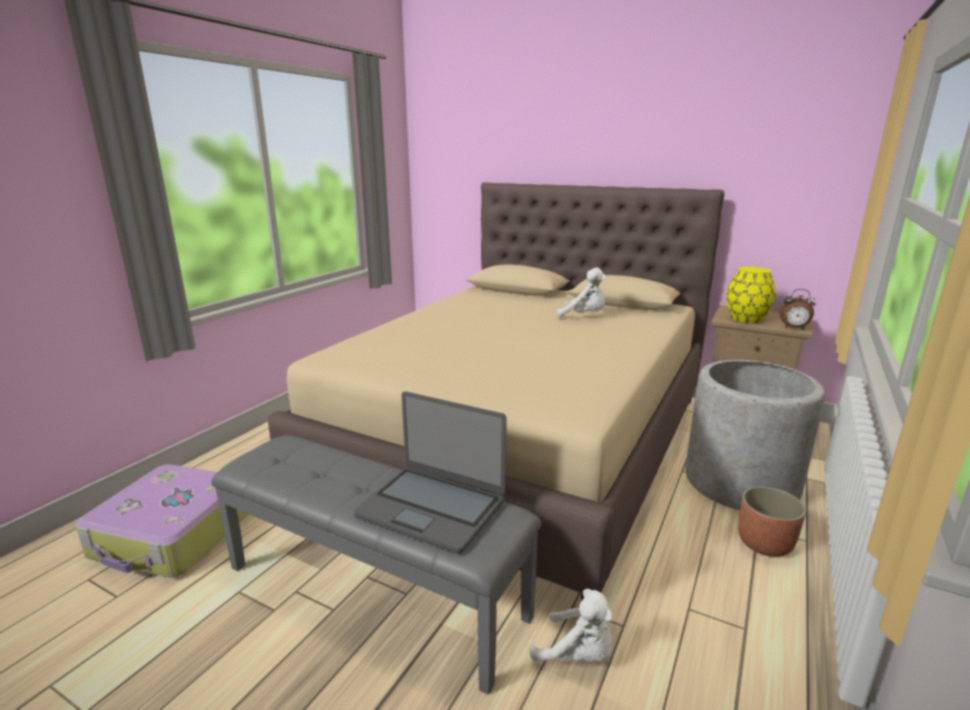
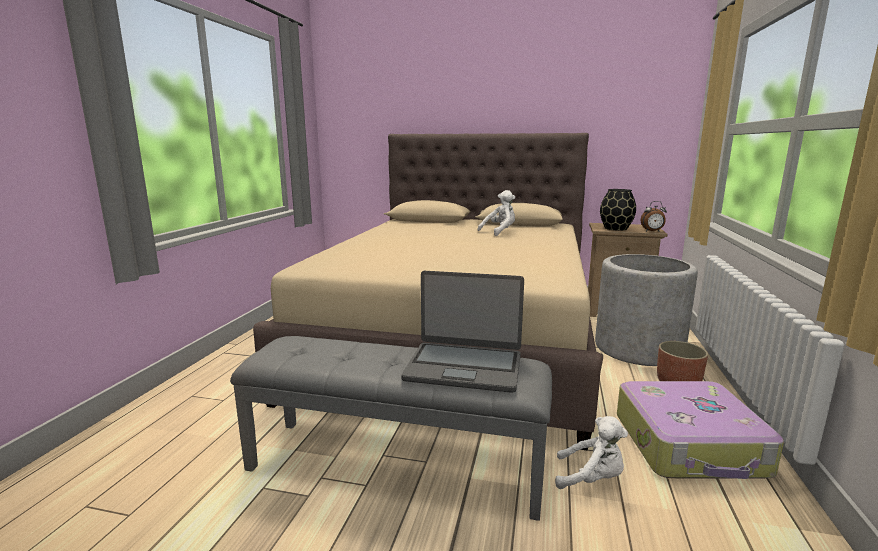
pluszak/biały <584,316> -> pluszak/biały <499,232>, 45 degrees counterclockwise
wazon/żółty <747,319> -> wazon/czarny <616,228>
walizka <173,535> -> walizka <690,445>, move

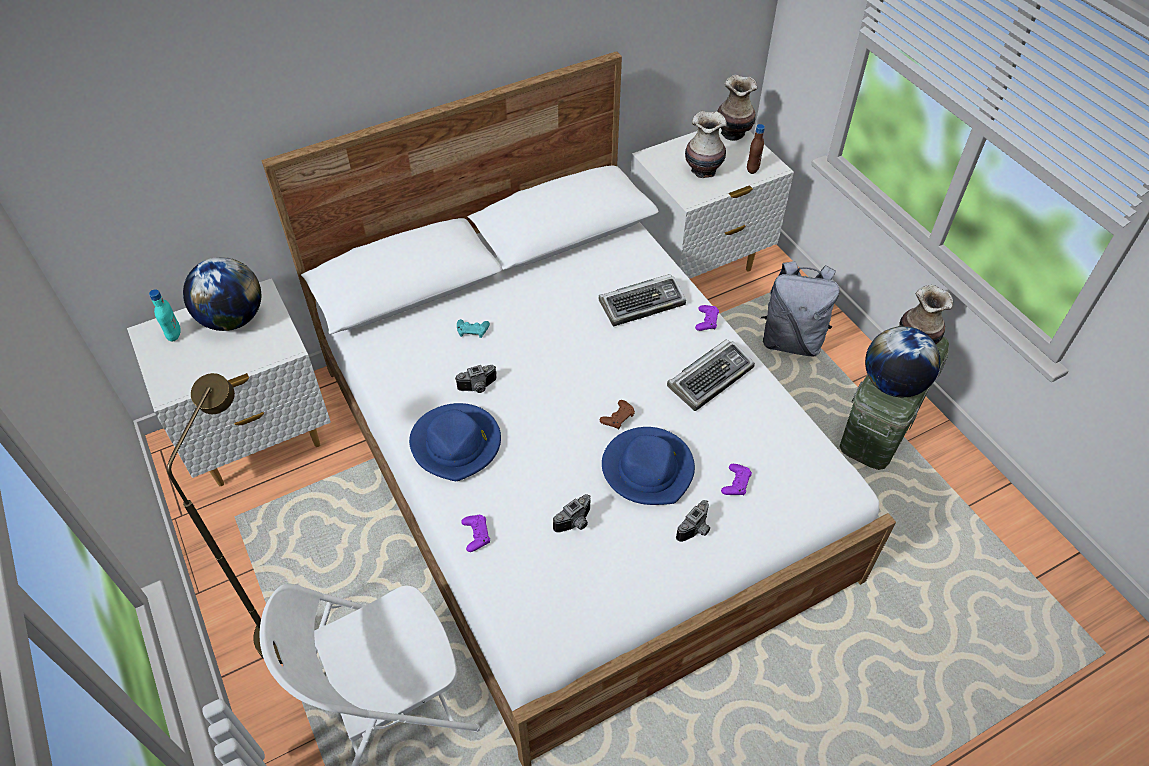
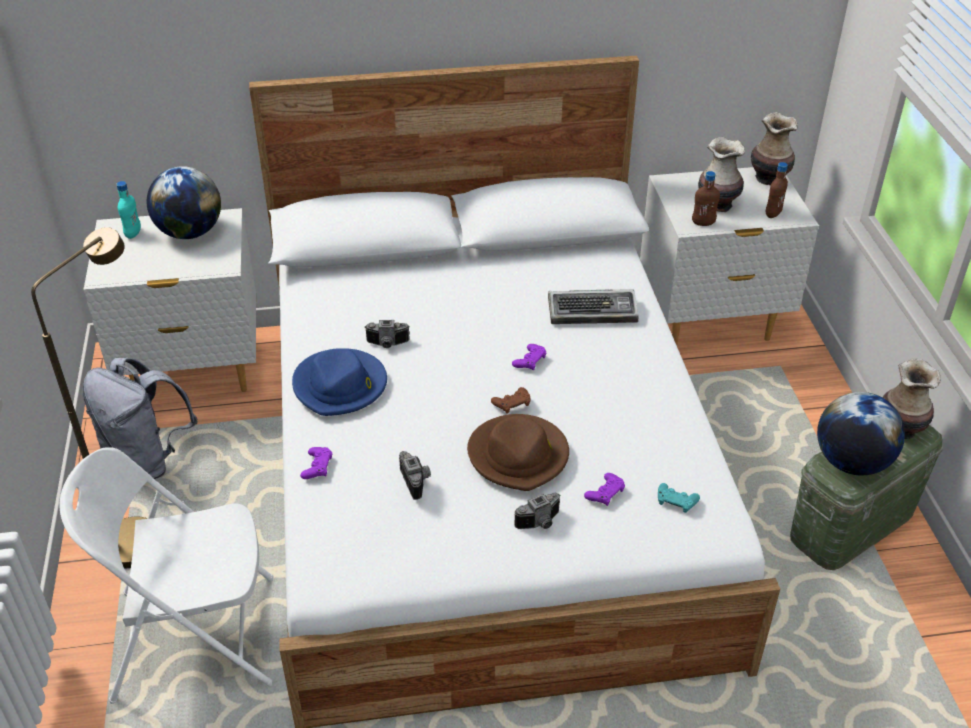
plecak/szary <791,340> -> plecak/szary <148,458>, move
aparat fotograficzny <576,523> -> aparat fotograficzny <417,481>, 90 degrees counterclockwise
kapelusz/niebieski <648,468> -> kapelusz/brązowy <519,455>
pad do gier/fioletowy <706,321> -> pad do gier/fioletowy <530,361>, move
pad do gier/turkusowy <472,330> -> pad do gier/turkusowy <676,501>, move
none -> butelka/brązowy <703,223>
klawiatura <711,378> -> none

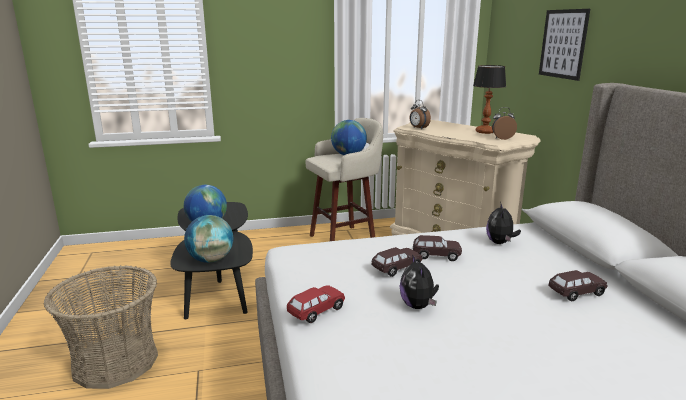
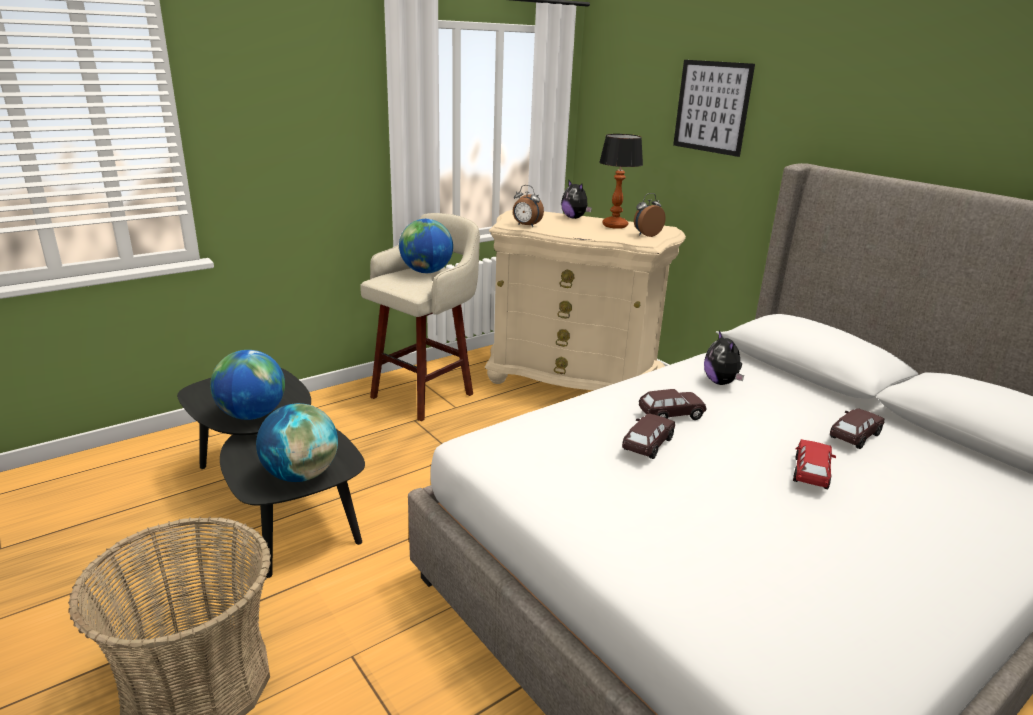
pluszak <418,306> -> pluszak <574,218>, move
samochodzik/czerwony <316,311> -> samochodzik/czerwony <811,473>, move

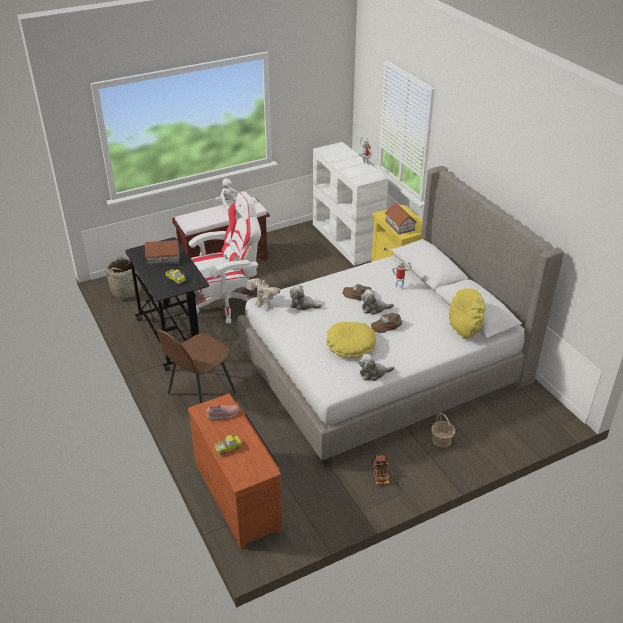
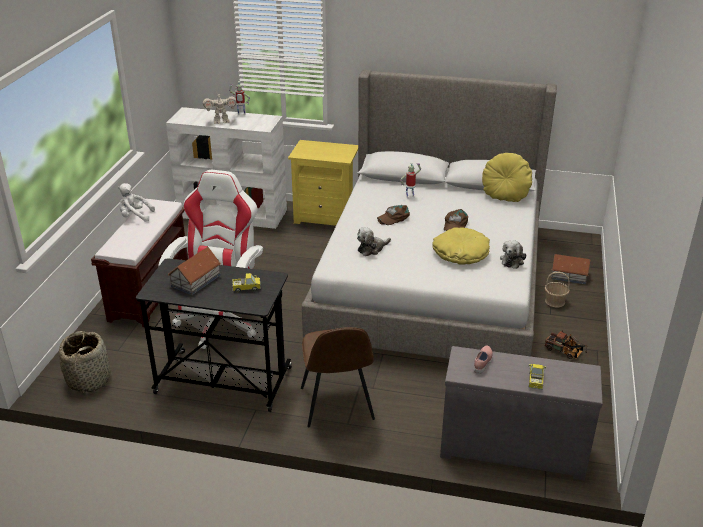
robot zabawkowy <263,304> -> robot zabawkowy <221,122>, move
komoda/brązowy <240,495> -> komoda/szary <512,447>
domek <400,225> -> domek <569,276>, move
pluszak <374,308> -> none

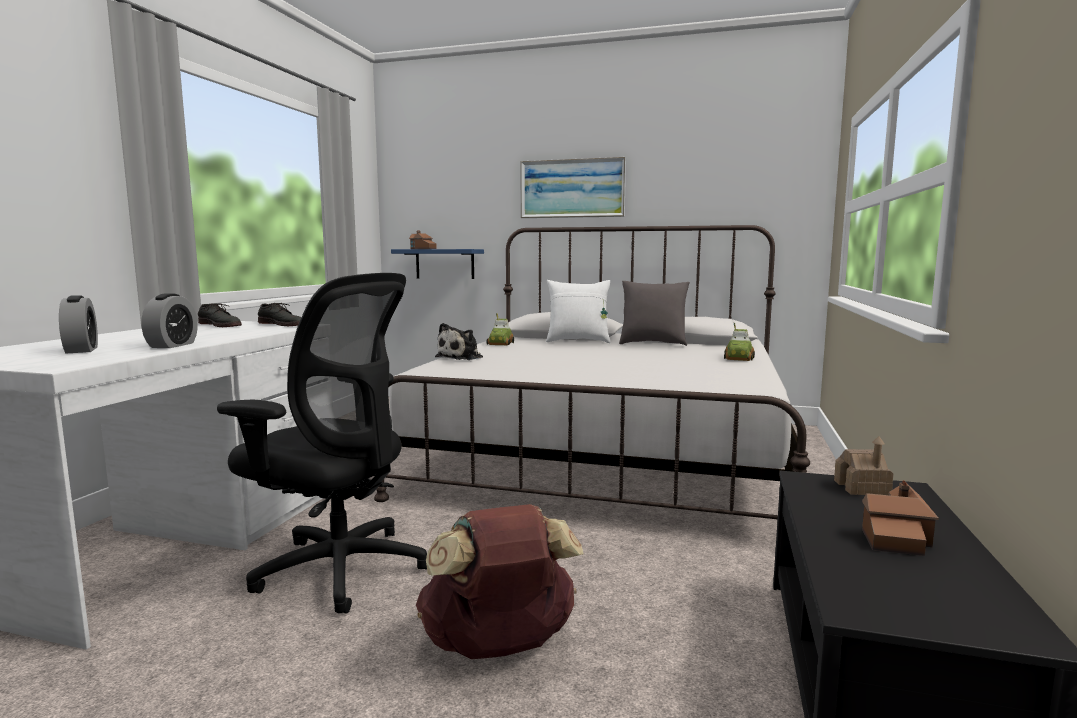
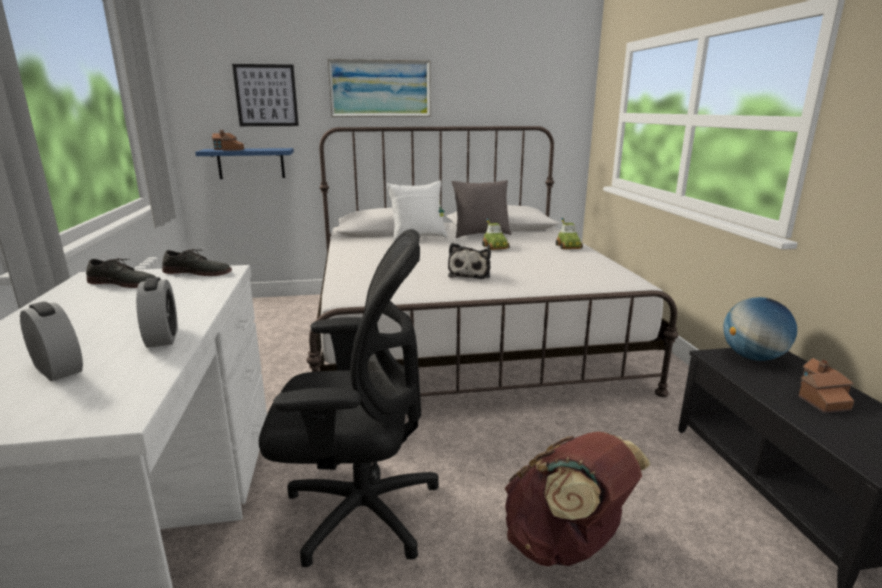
none -> obraz <266,95>
pluszak <461,357> -> pluszak <470,274>, move
samochodzik <500,344> -> samochodzik <496,247>, move
domek <862,488> -> globus <752,357>

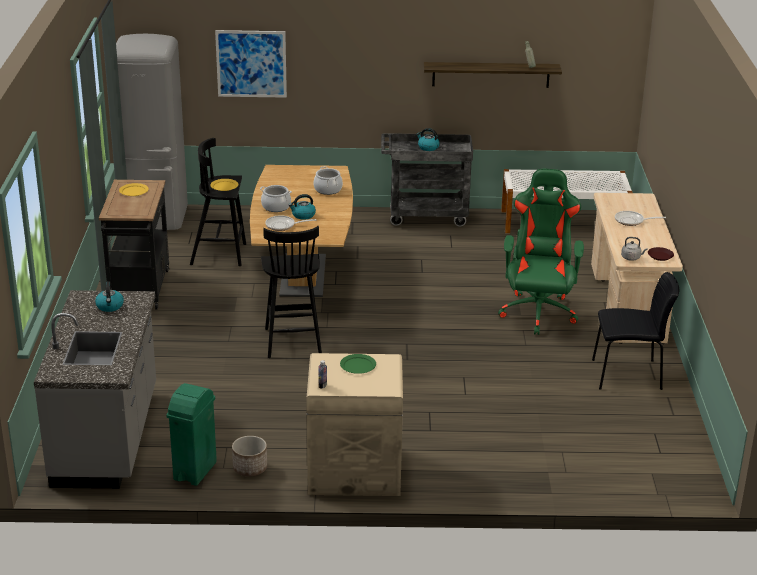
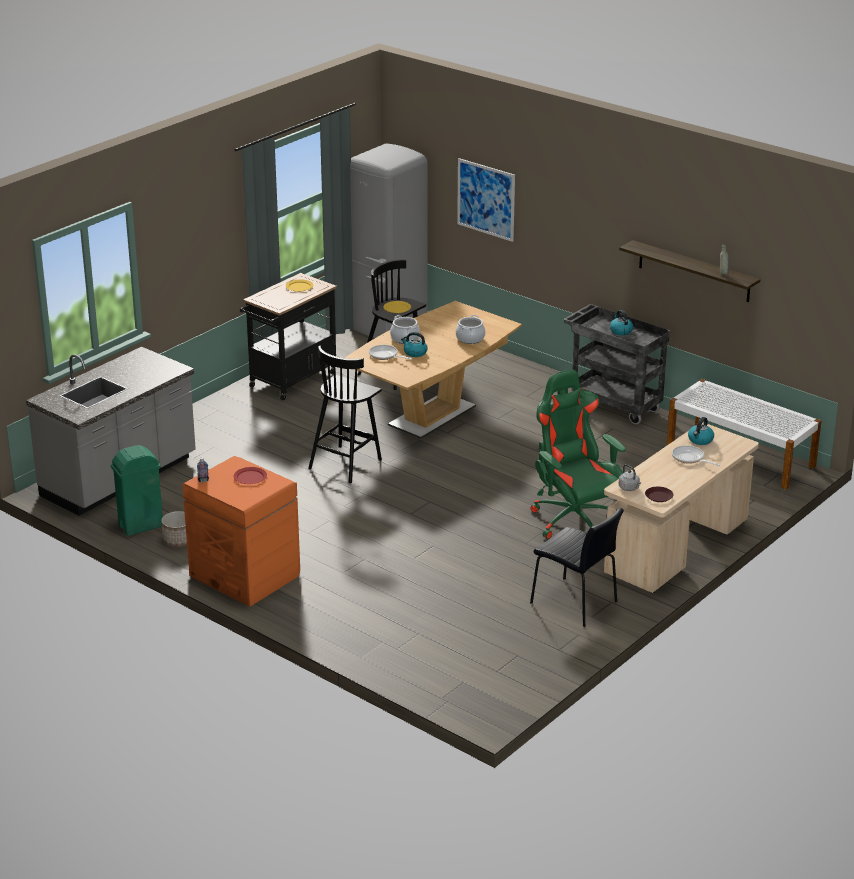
pralka/beżowy <353,469> -> pralka/pomarańczowy <246,573>
talerz/zielony <358,365> -> talerz/czerwony <250,477>
krzesło biurowe/zielony <537,316> -> krzesło biurowe/zielony <576,525>, 75 degrees counterclockwise
czajnik <110,306> -> czajnik <700,440>, move

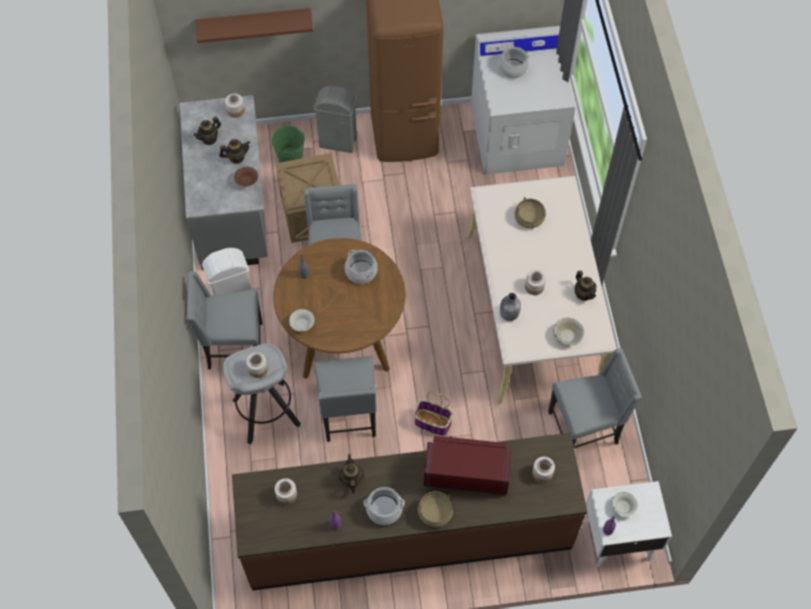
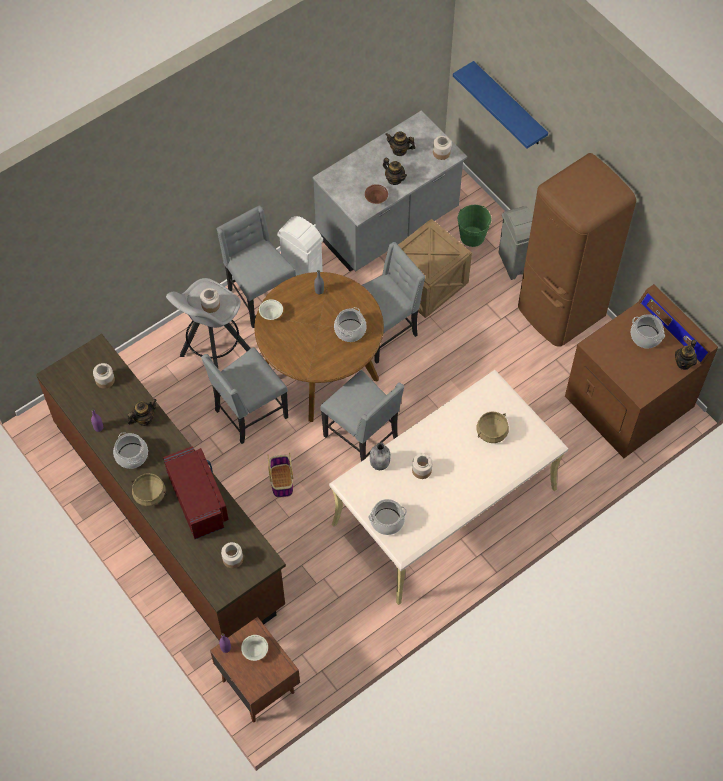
szafka nocna/biały <617,539> -> szafka nocna/brązowy <258,685>
krzesło/szary <584,428> -> krzesło/szary <362,437>, move
miska/beżowy <567,336> -> garnek <387,521>
półka/brązowy <254,23> -> półka/niebieski <509,105>
pralka/biały <517,135> -> pralka/brązowy <629,402>
imbryk <583,294> -> imbryk <684,363>, move

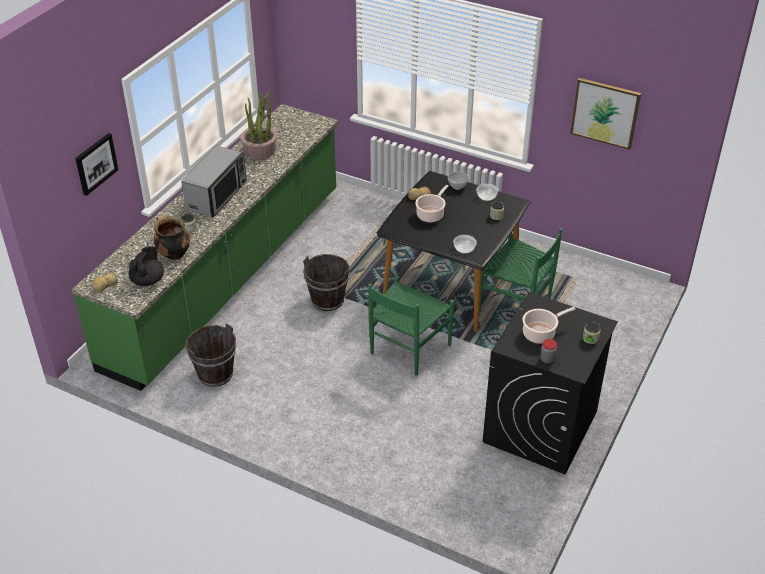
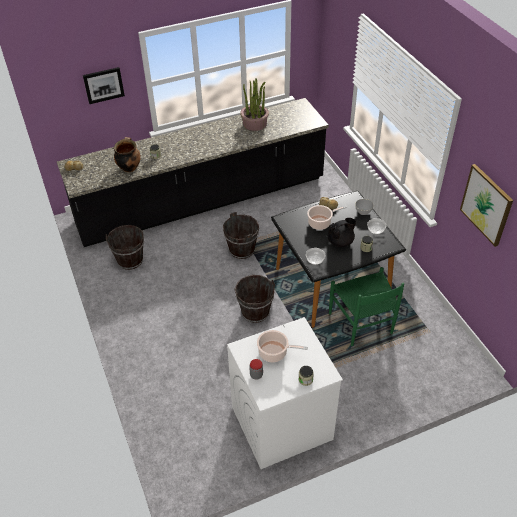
zabudowa kuchenna/zielony <228,276> -> zabudowa kuchenna/czarny <202,202>
pralka/czarny <540,427> -> pralka/biały <281,423>
krzesło/zielony <408,349> -> wiadro/brązowy <255,312>
imbryk/czarny <148,280> -> imbryk/czarny <341,242>, move
mikrofalówka <217,196> -> none

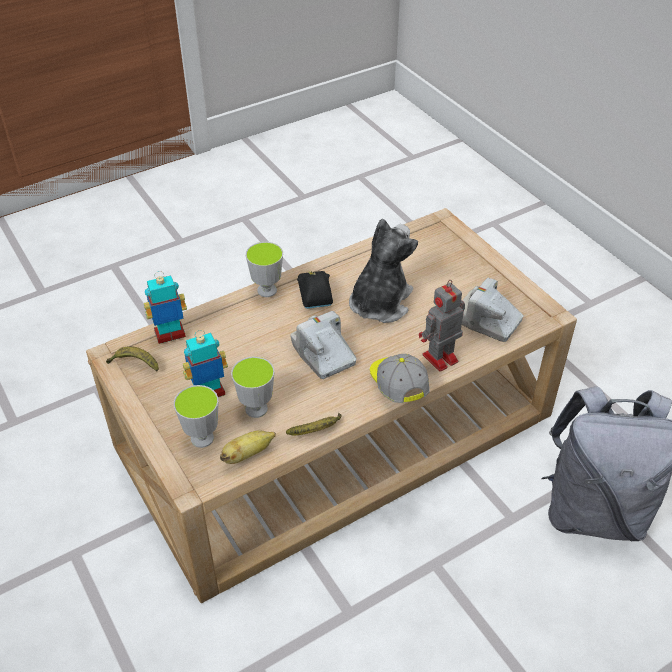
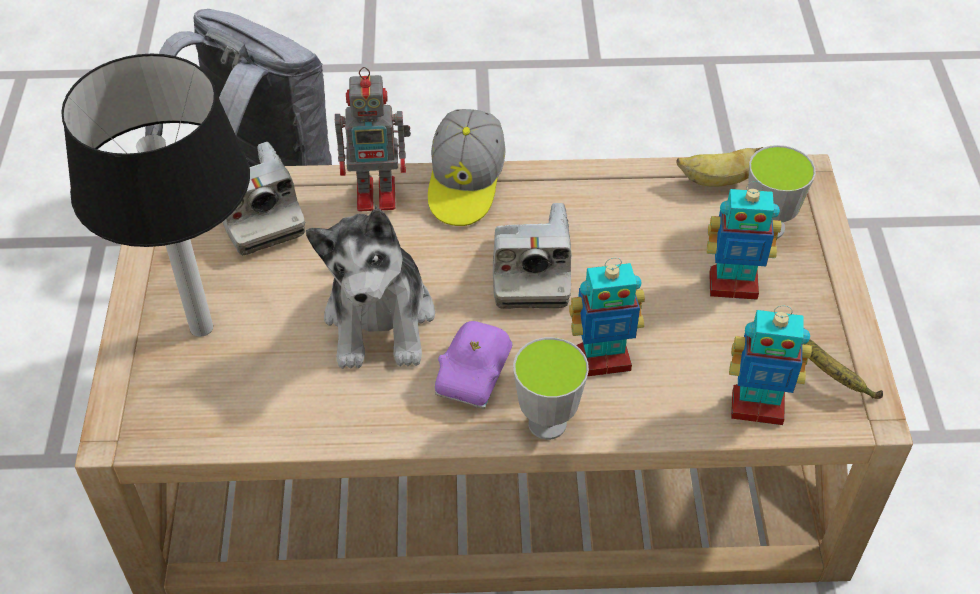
none -> lampa stołowa <203,327>
pluszak <379,303> -> pluszak <380,319>, 60 degrees counterclockwise
samochodzik/czarny <314,296> -> samochodzik/fioletowy <475,375>
none -> robot zabawkowy <602,359>
filiżanka <256,409> -> none
banan <316,430> -> none

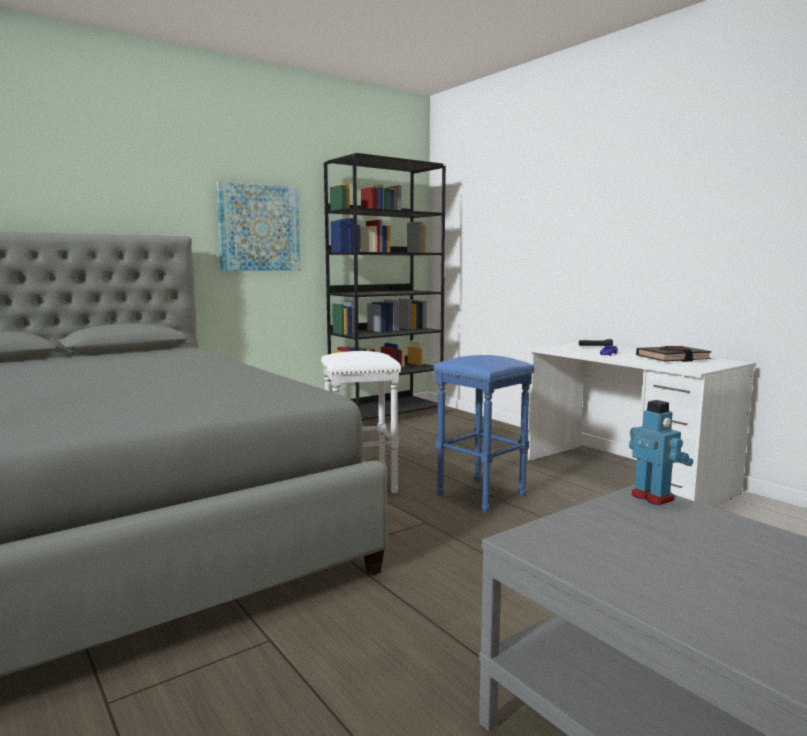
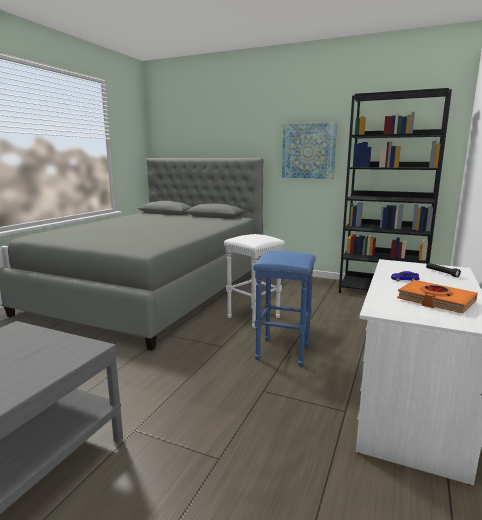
książka/czarny <672,358> -> książka/pomarańczowy <435,300>
robot zabawkowy <653,497> -> none

